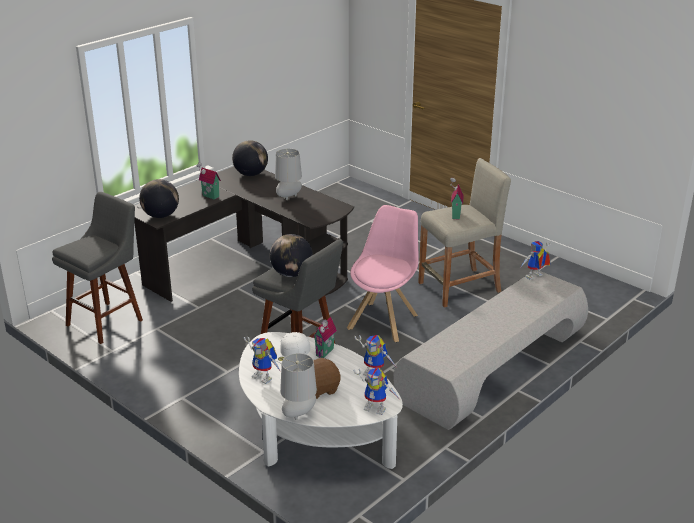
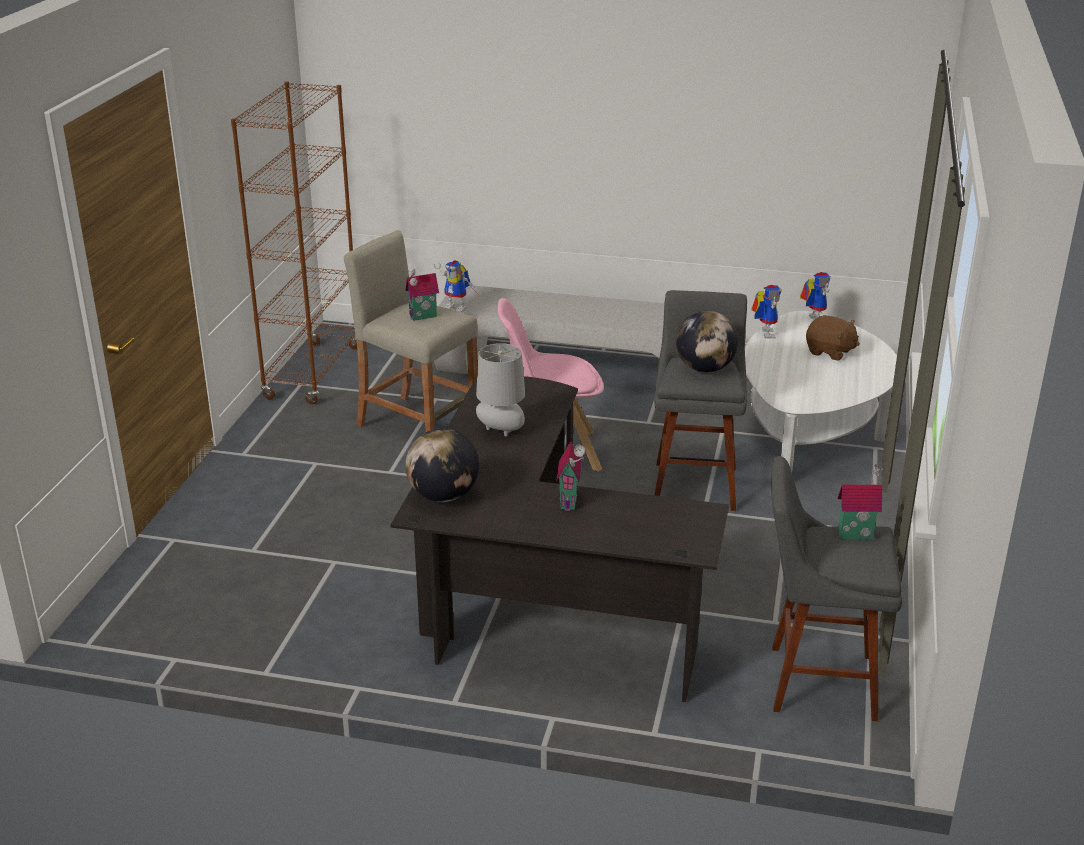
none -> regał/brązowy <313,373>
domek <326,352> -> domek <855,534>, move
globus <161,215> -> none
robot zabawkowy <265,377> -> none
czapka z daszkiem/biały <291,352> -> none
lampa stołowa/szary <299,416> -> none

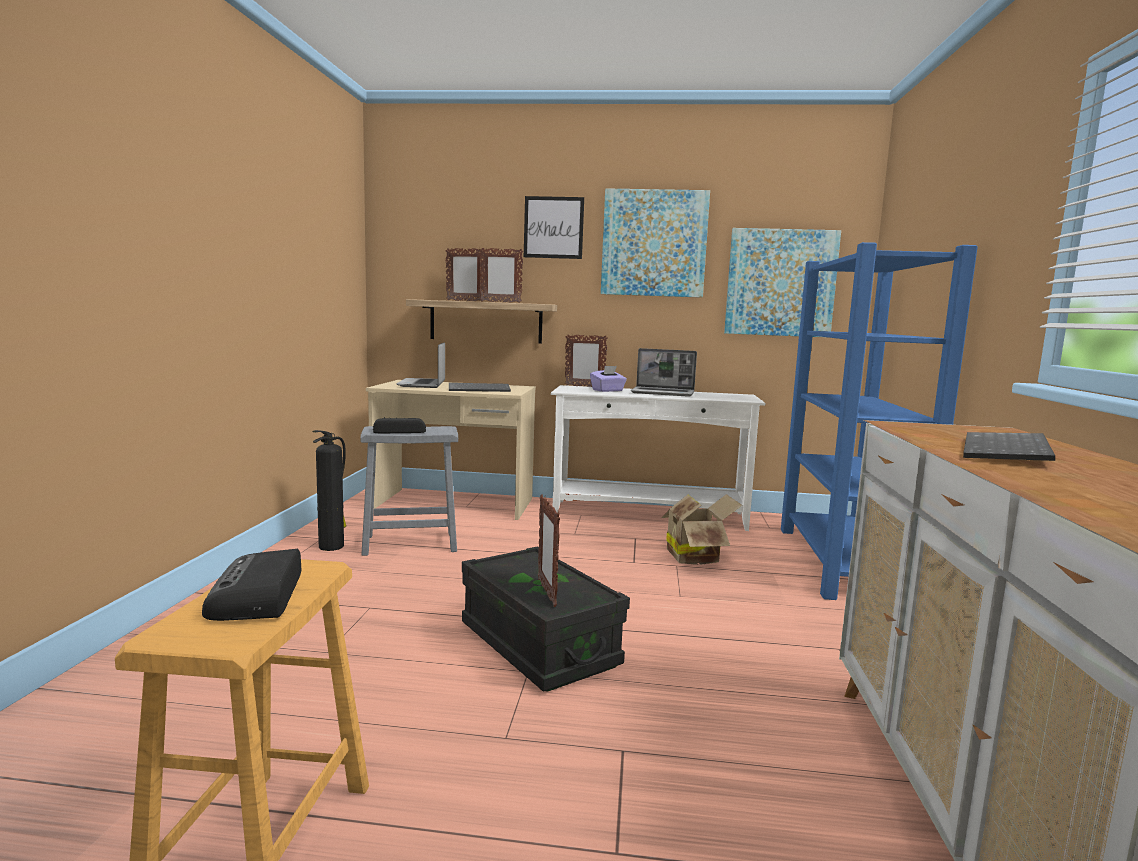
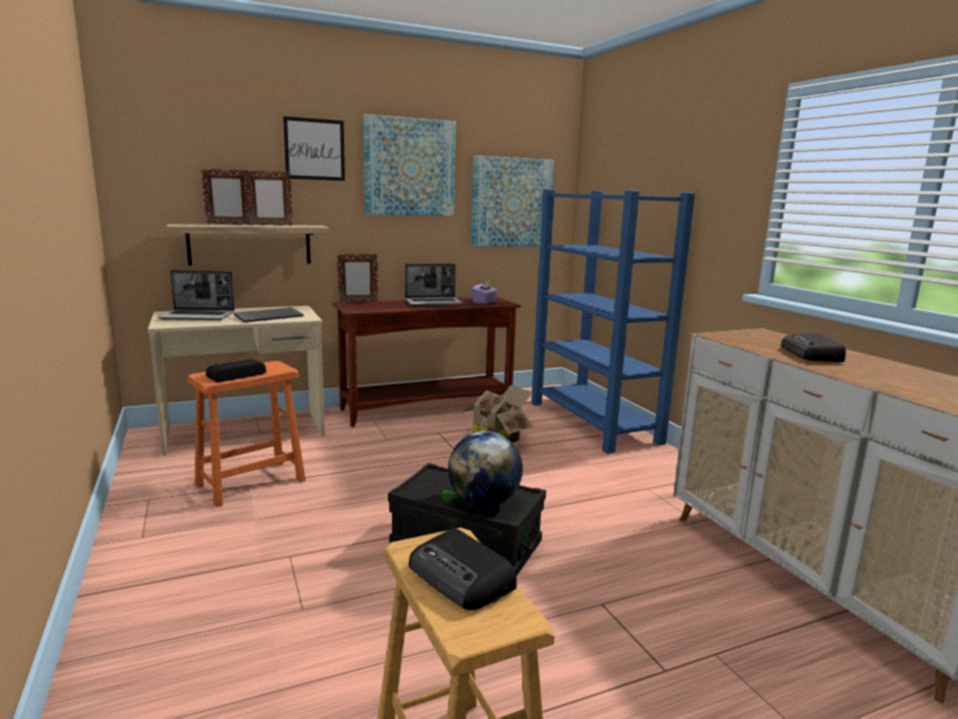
laptop <423,384> -> laptop <198,316>, 60 degrees counterclockwise
stołek/szary <410,543> -> stołek/pomarańczowy <251,483>
stolik konsolowy/biały <649,514> -> stolik konsolowy/brązowy <427,408>
ramka na zdjęcie <547,592> -> globus <484,502>
pudełko chusteczek/fioletowy <607,390> -> pudełko chusteczek/fioletowy <484,302>, move
klawiatura <1008,451> -> radio <811,354>
gaśnica <332,546> -> none

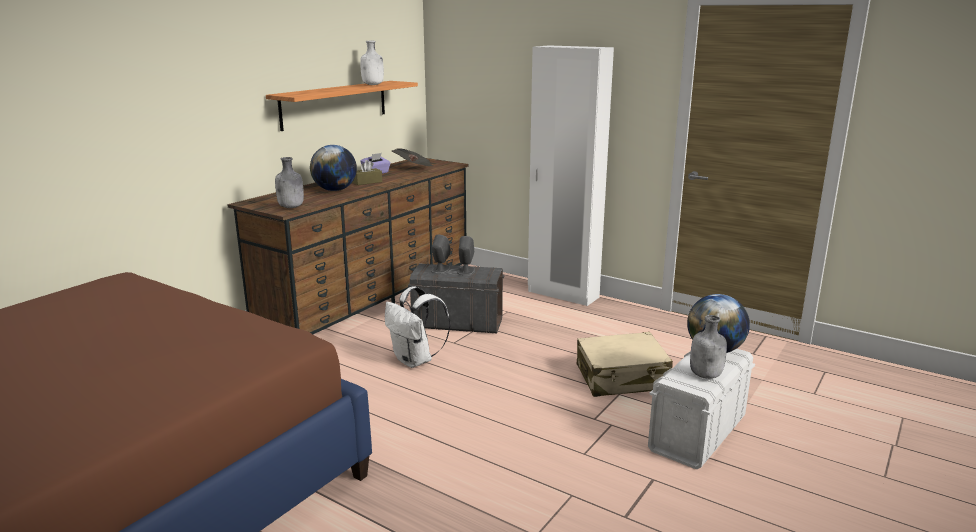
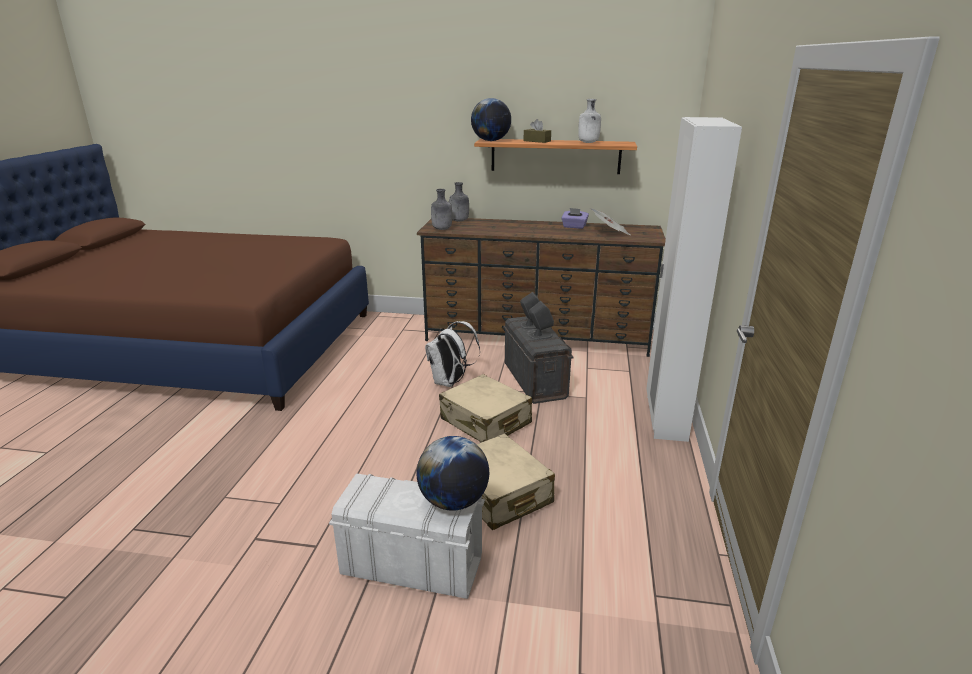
none -> walizka/beżowy <485,421>
butelka/szary <706,375> -> butelka/szary <459,220>, move
globus <335,190> -> globus <491,141>, move
pudełko chusteczek/brązowy <367,182> -> pudełko chusteczek/brązowy <537,141>, move

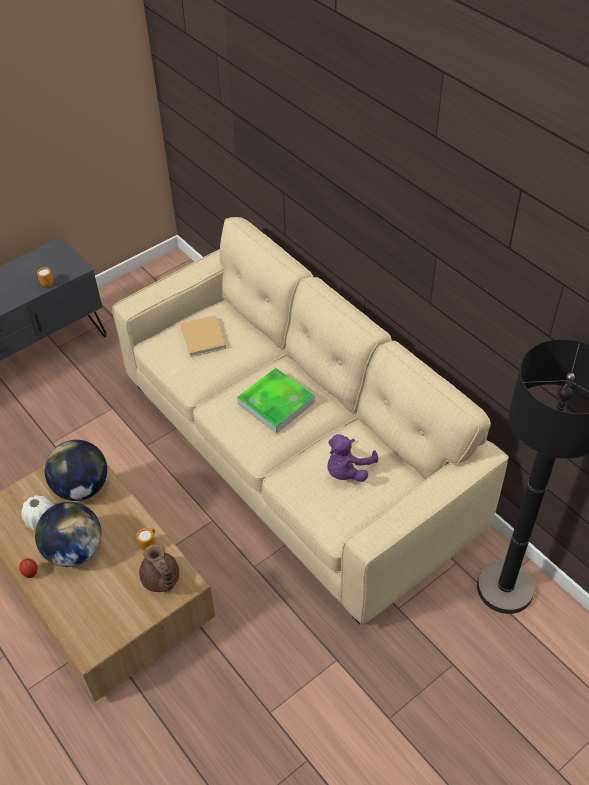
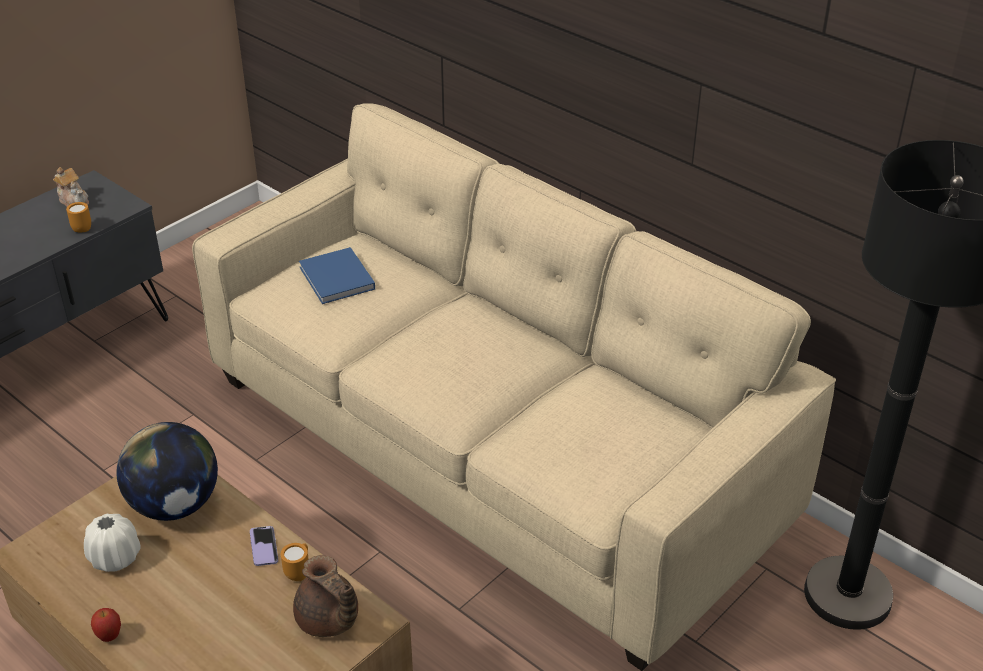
none -> imbryk <74,201>
none -> telefon <264,547>
książka/beżowy <203,338> -> książka/niebieski <337,279>
globus <74,551> -> none
taca <276,403> -> none
pluszak/fioletowy <347,470> -> none

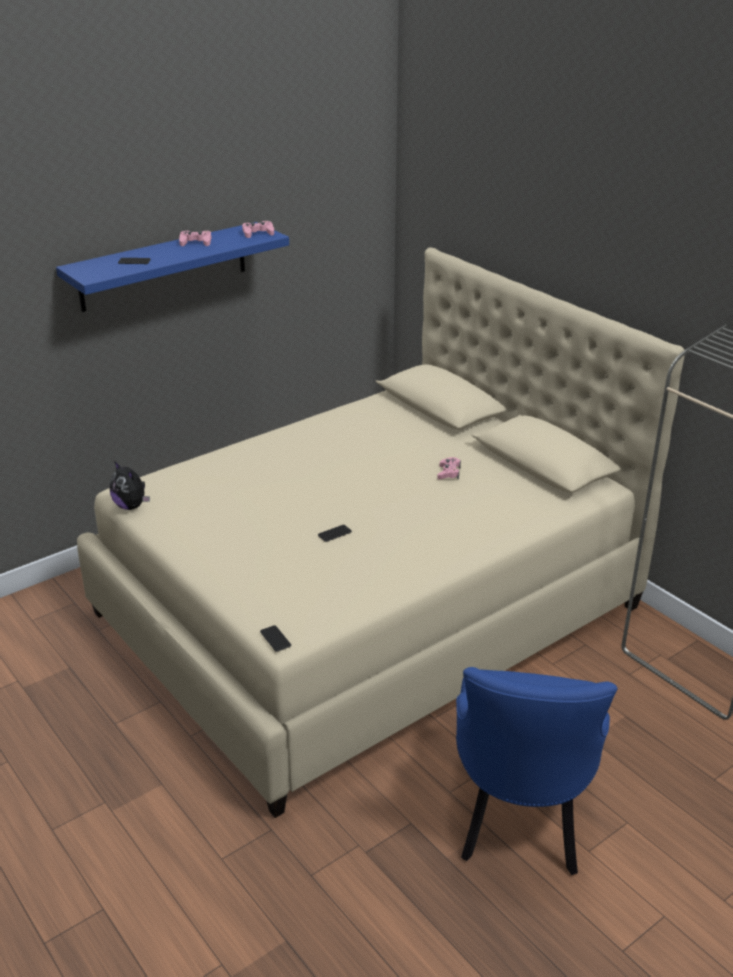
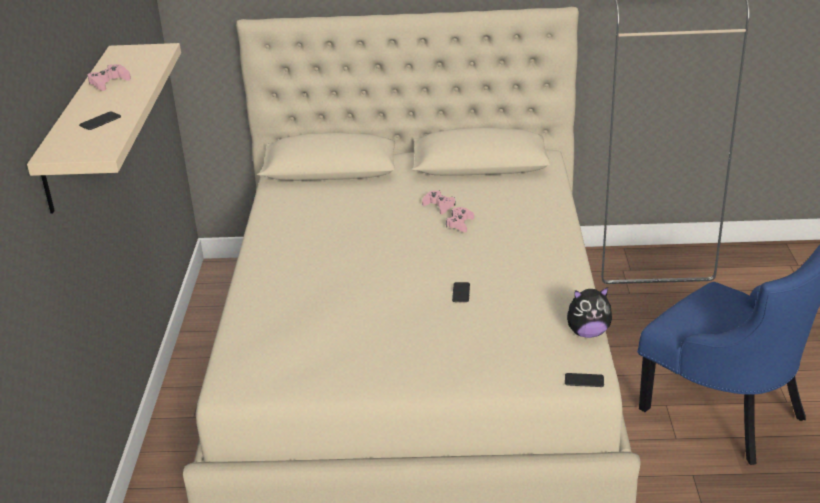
półka/niebieski <164,266> -> półka/beżowy <79,127>
pad do gier/różowy <258,233> -> pad do gier/różowy <460,224>, move
pluszak <131,506> -> pluszak <587,333>, move

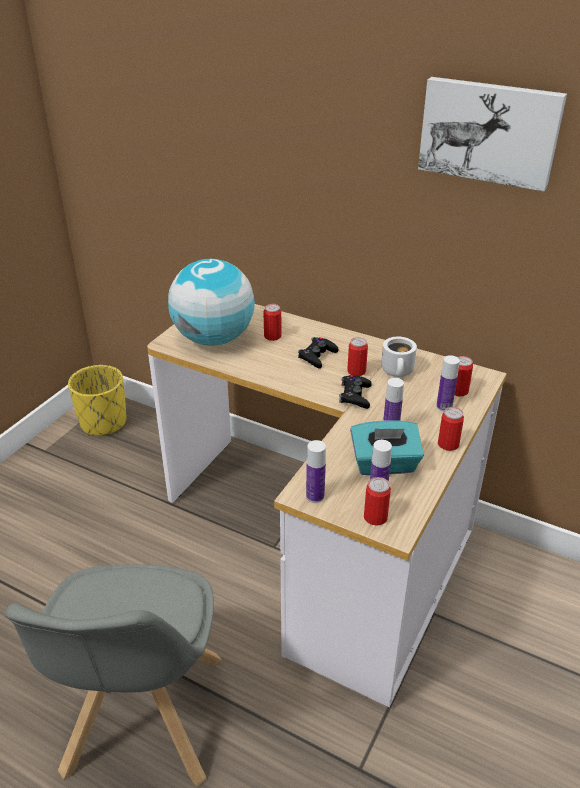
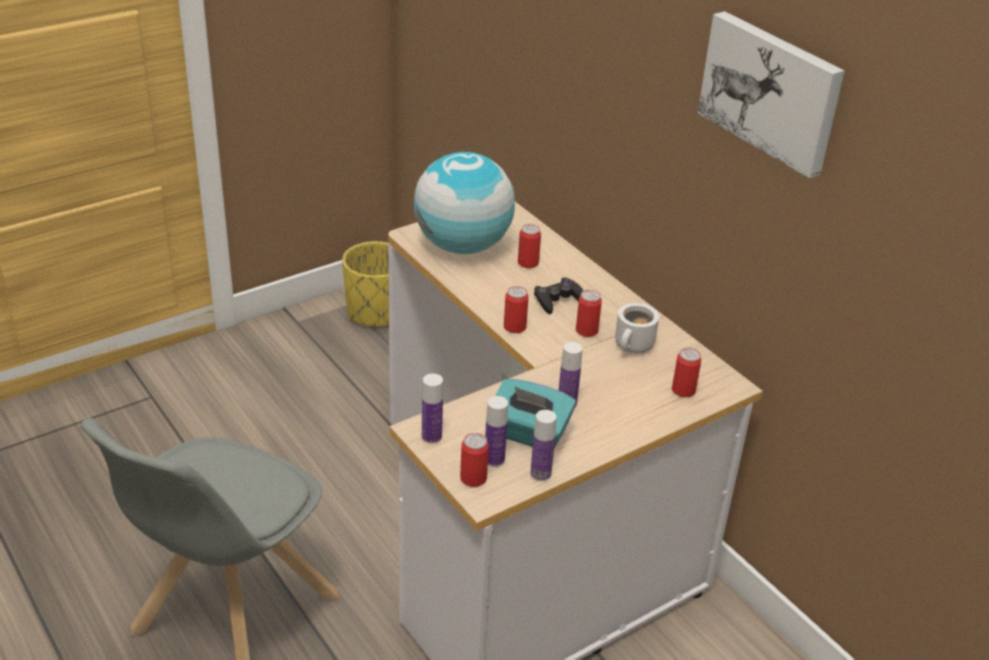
puszka <448,444> -> puszka <514,327>, move
butelka <444,407> -> butelka <540,474>, move
pad do gier/czarny <355,396> -> none

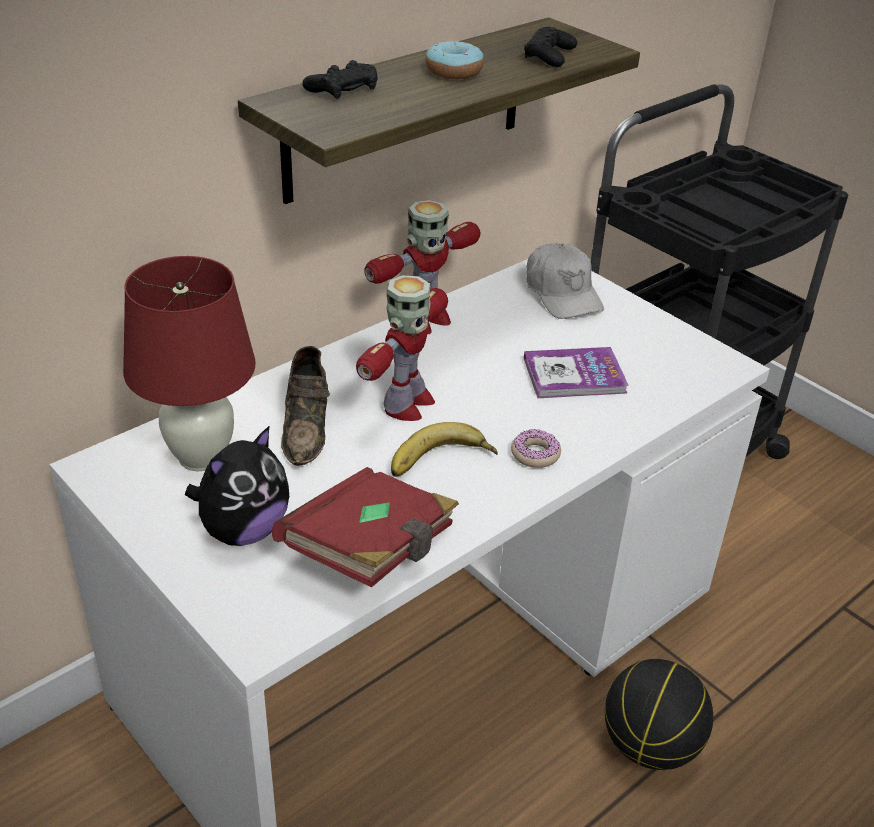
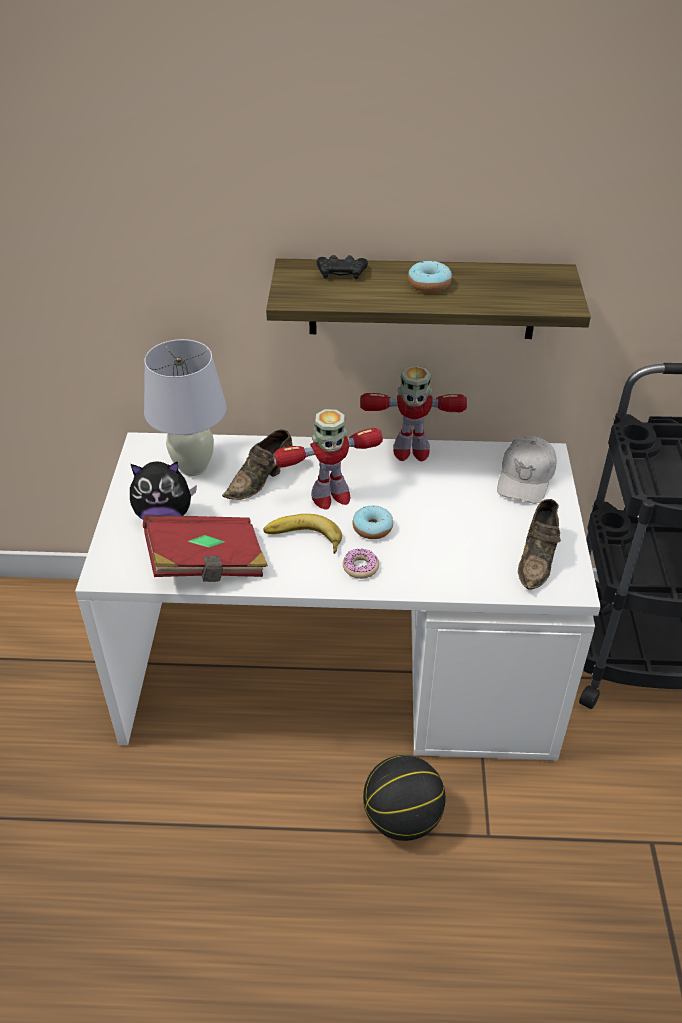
lampa stołowa/czerwony <202,457> -> lampa stołowa/biały <193,467>
none -> donut <372,528>
none -> but/brązowy <537,559>
pad do gier/czarny <549,55> -> none
książka <574,375> -> none

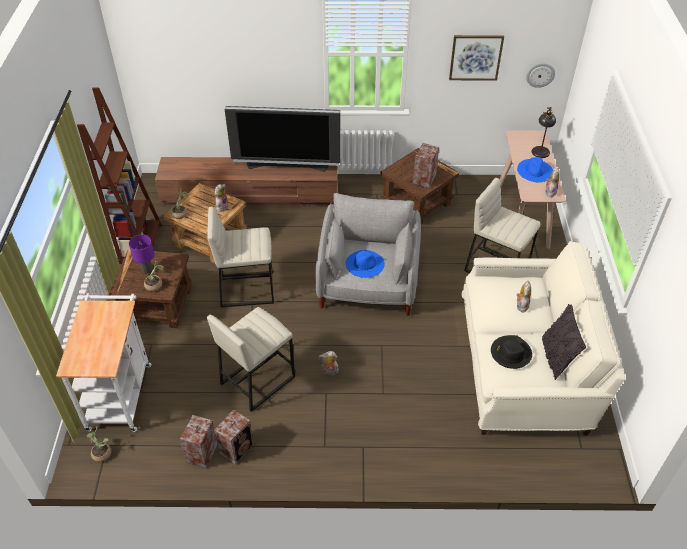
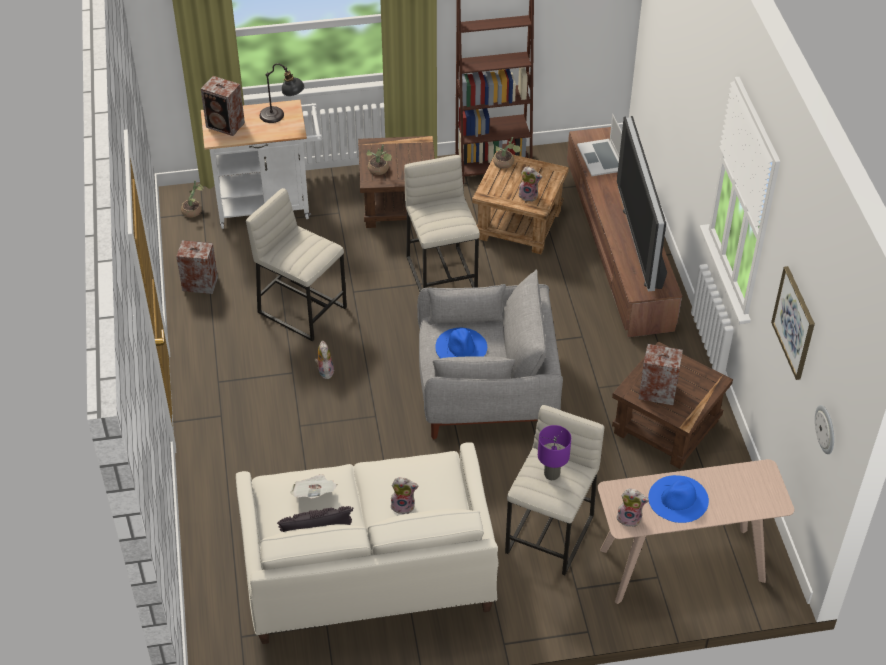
głośnik <237,448> -> głośnik <226,125>, move
lampa stołowa/szary <541,147> -> lampa stołowa/szary <282,115>, move
kapelusz/czarny <510,353> -> gazeta <314,494>
lampa stołowa/fioletowy <146,270> -> lampa stołowa/fioletowy <551,474>, move
none -> laptop <601,157>

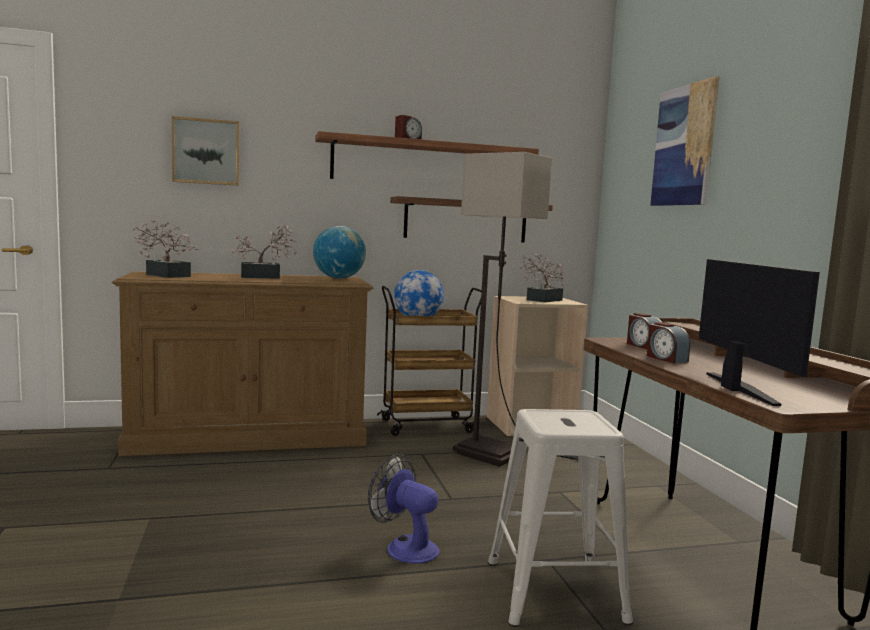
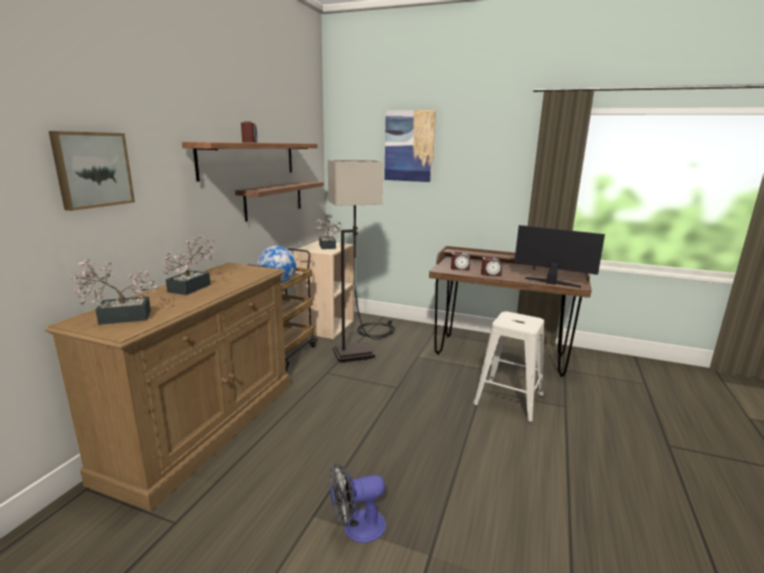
wentylator <404,547> -> wentylator <356,527>, move
globus <338,278> -> none

